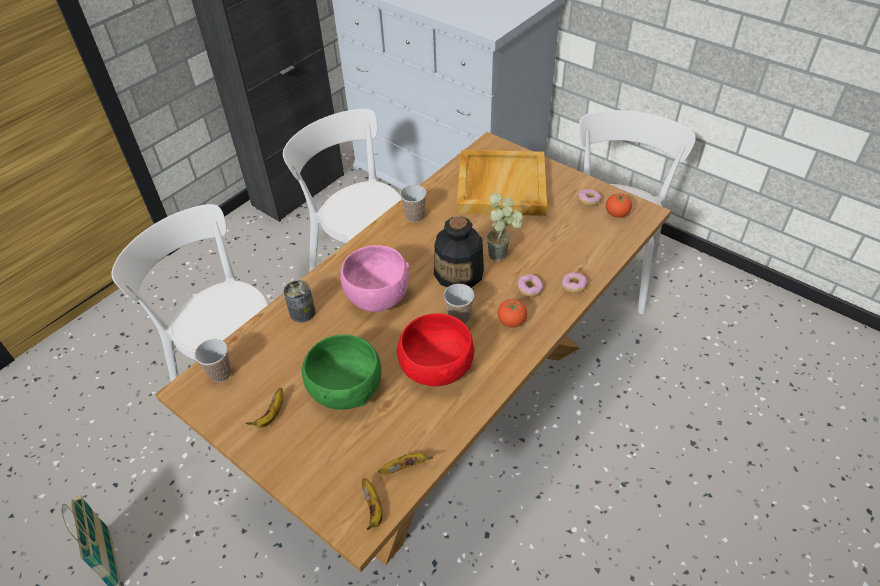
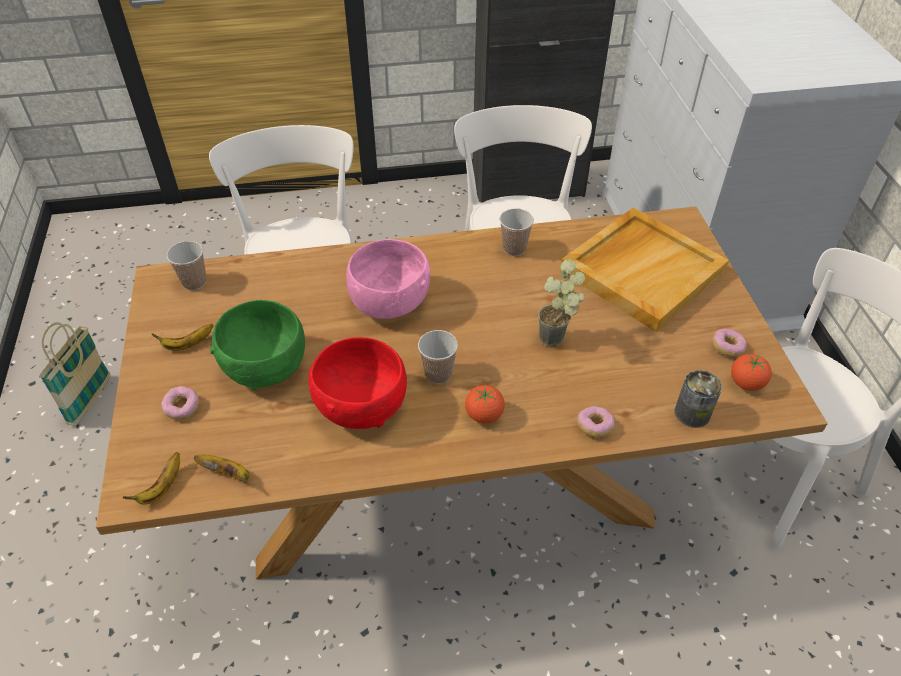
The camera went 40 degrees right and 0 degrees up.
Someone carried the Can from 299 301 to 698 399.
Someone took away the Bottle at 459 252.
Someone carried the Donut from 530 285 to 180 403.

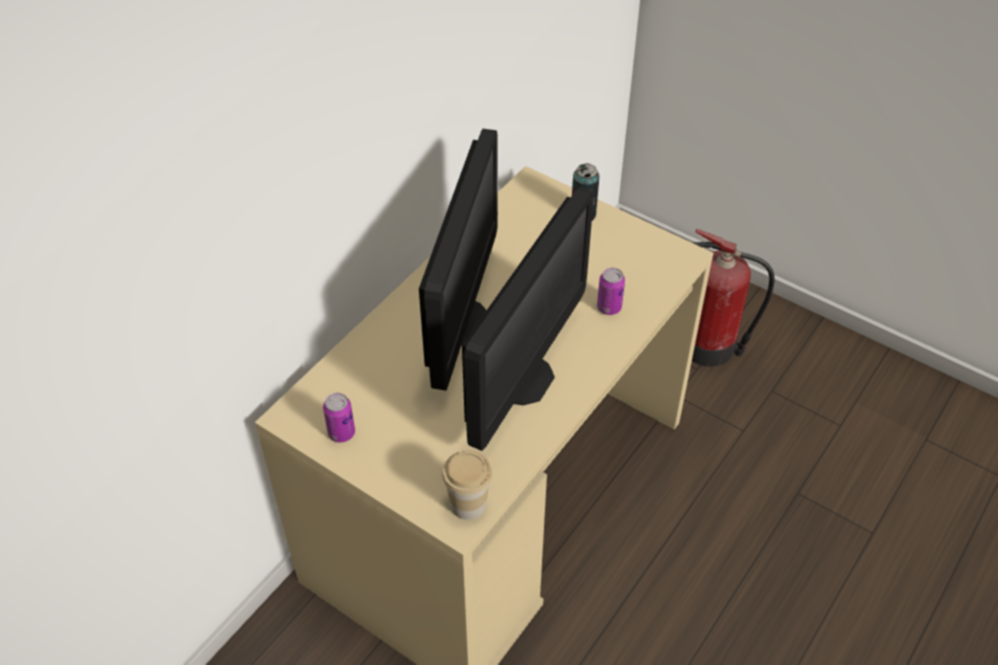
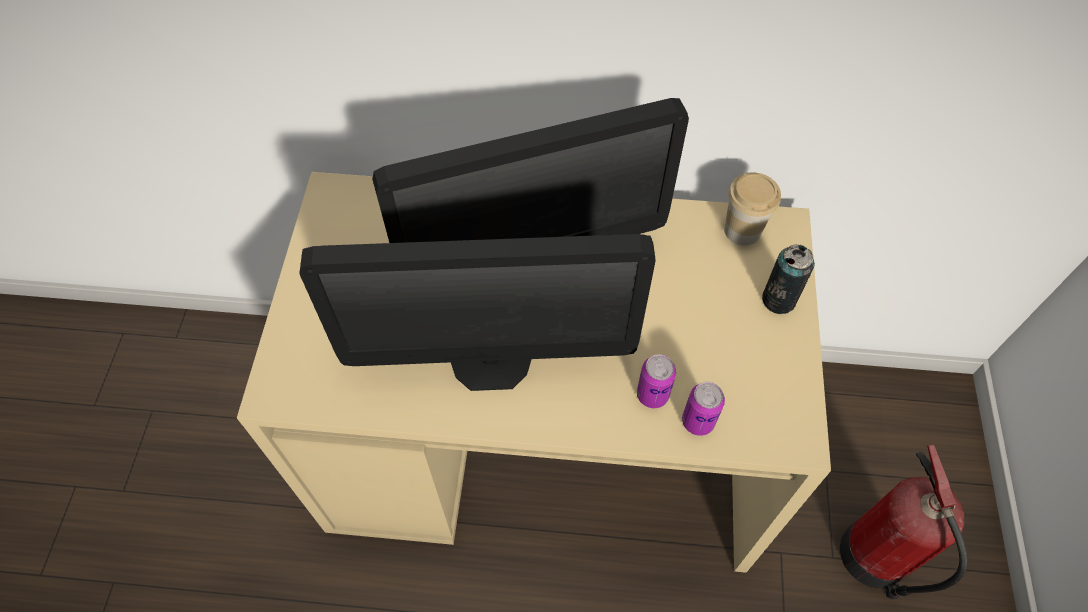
The camera went 60 degrees right and 10 degrees up.
Someone carried the Can from 339 417 to 703 409.
Someone carried the Cup from 467 485 to 752 209.

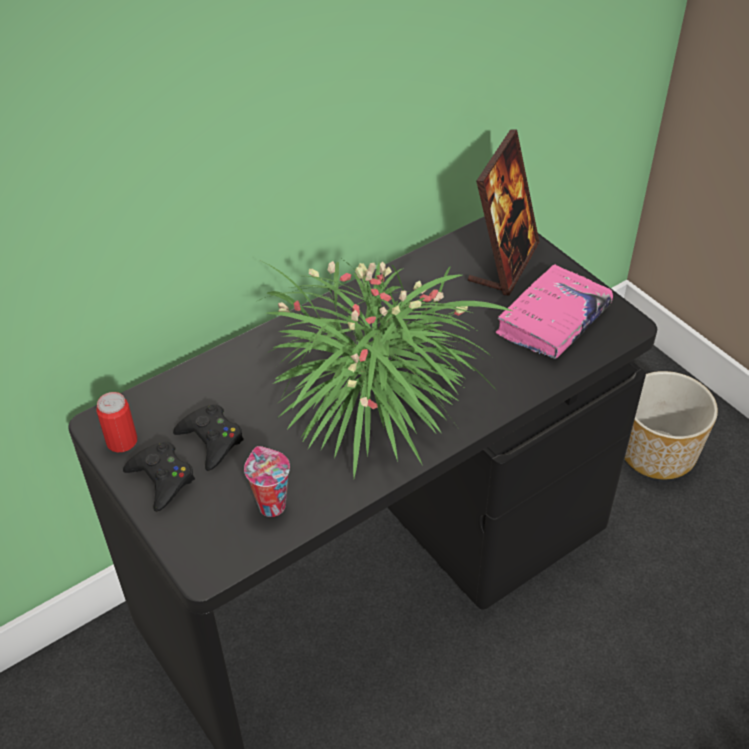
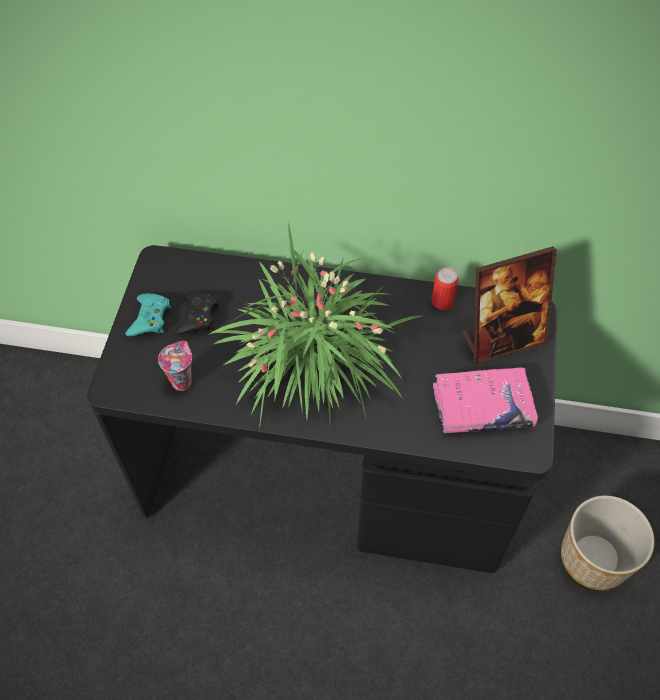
The camera went 45 degrees right and 10 degrees up.
Someone carried the Can from 116 422 to 445 288.
Someone repainted the BlackGameController at 159 477, which became the TurquoiseGameController at 148 314.

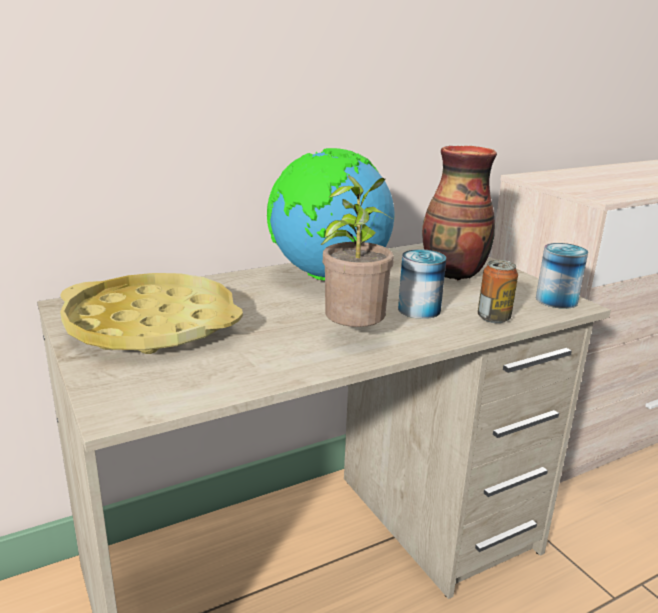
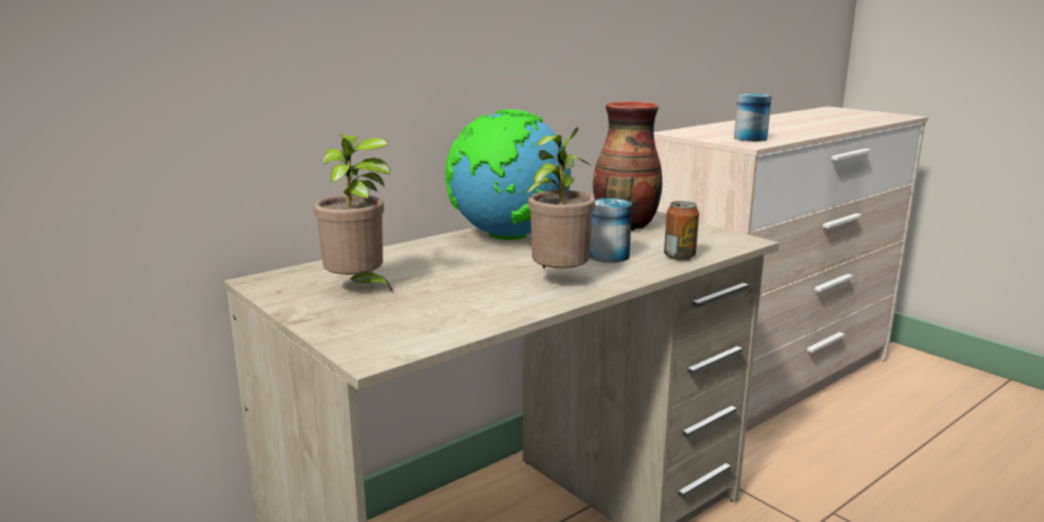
The camera went 10 degrees left and 5 degrees down.
Someone swapped the YellowTray at 151 313 for the PottedPlant at 354 214.
Someone carried the Can from 562 276 to 753 117.

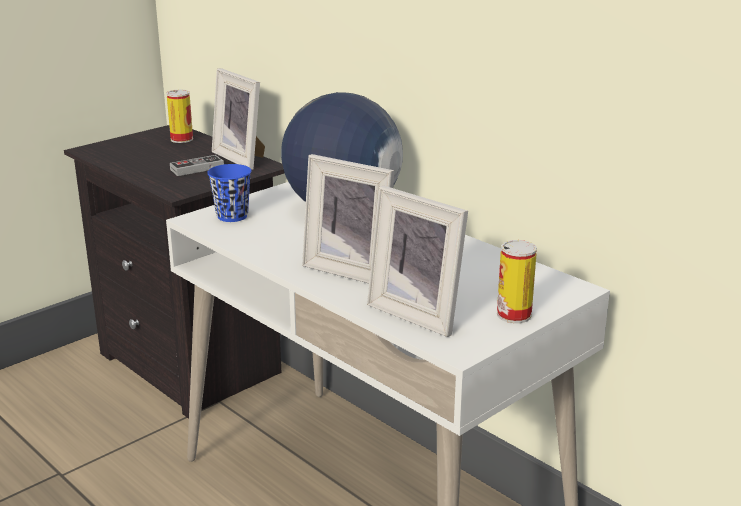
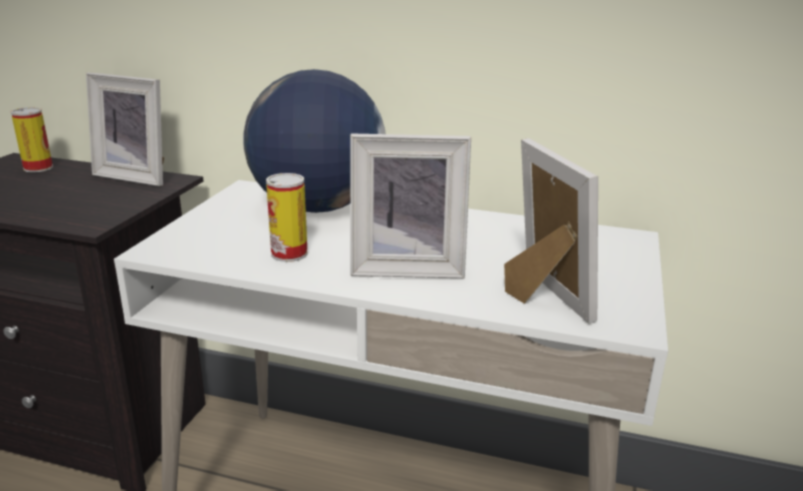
The camera went 30 degrees left and 0 degrees up.
Someone took away the GameController at 197 165.
Someone took away the BlueCup at 229 193.
Someone rotated the PictureFrame at 417 261 by 120 degrees counterclockwise.
Someone carried the Can from 517 281 to 287 217.

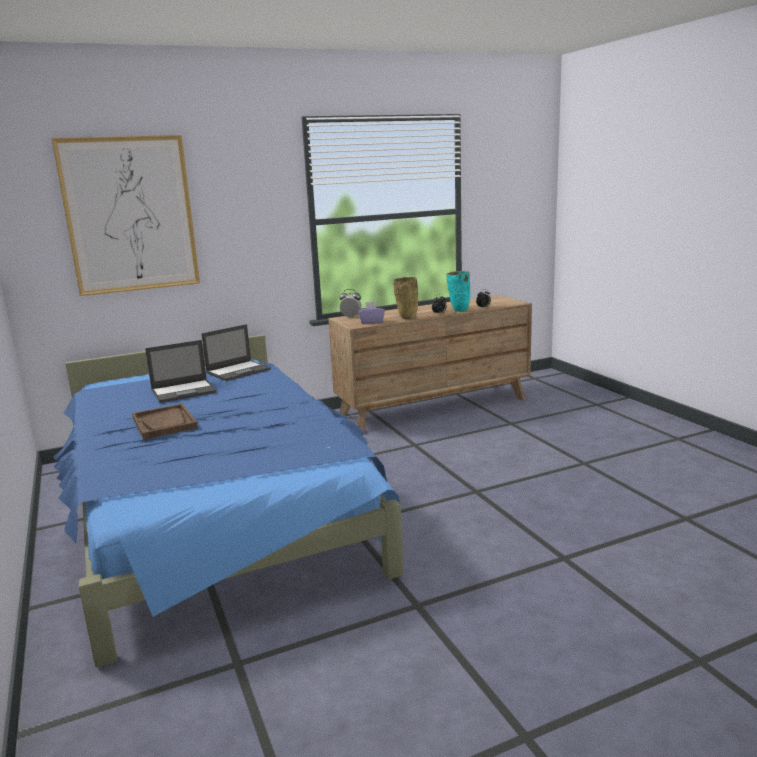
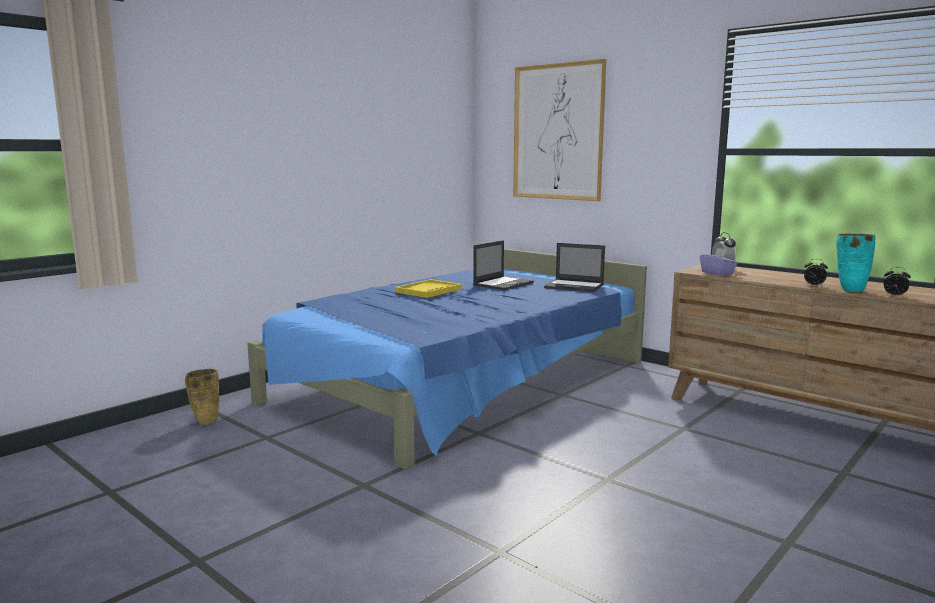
The camera went 65 degrees right and 5 degrees down.
Someone repainted the BrownTray at 165 421, which became the YellowTray at 428 288.
Someone rotated the Laptop at 181 371 by 90 degrees counterclockwise.
Someone carried the BeigeVase from 405 298 to 202 397.

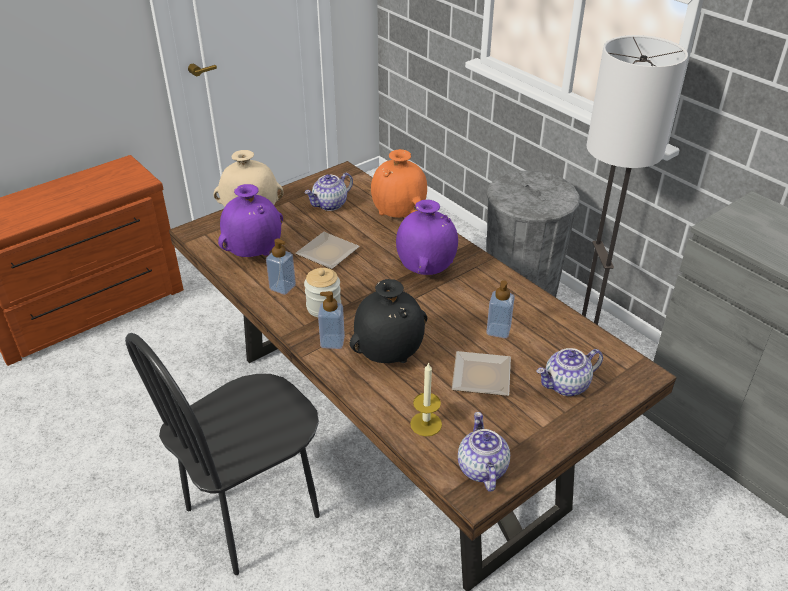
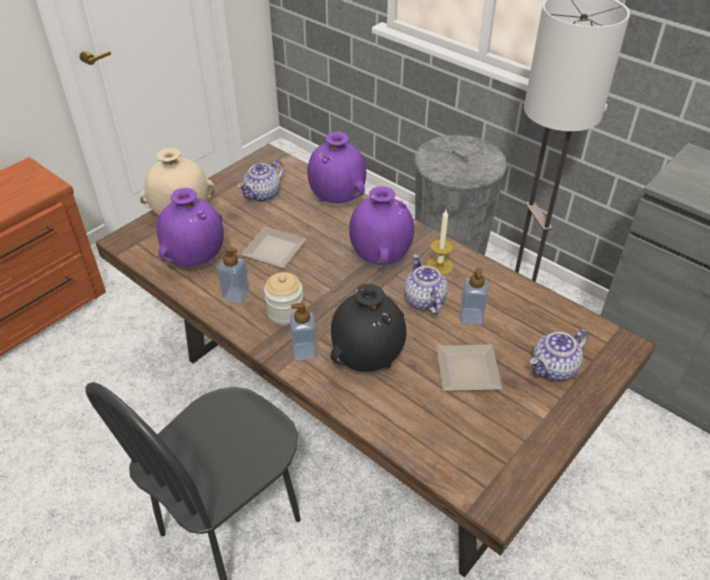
The camera went 10 degrees left and 5 degrees up.
Someone repainted the OrangeVase at 399 183, which became the PurpleVase at 336 167.
Someone carried the Candle from 426 399 to 440 242.
Someone carried the Teapot from 484 452 to 426 284.

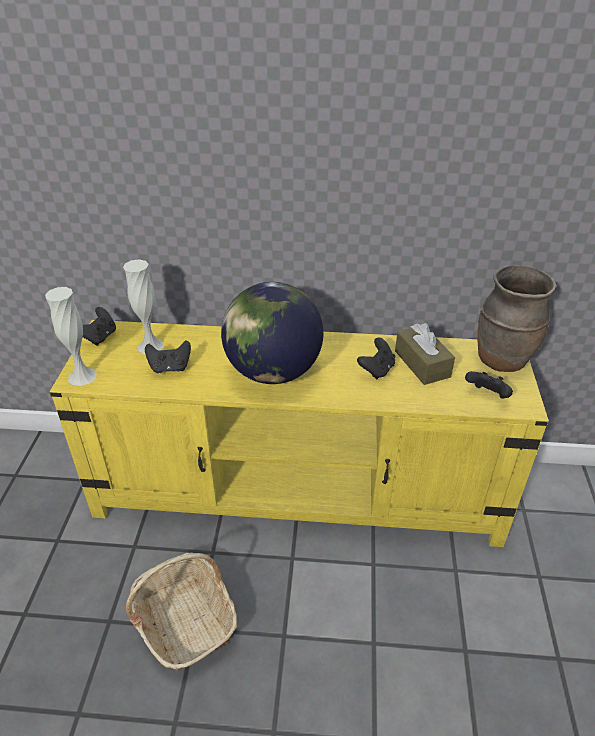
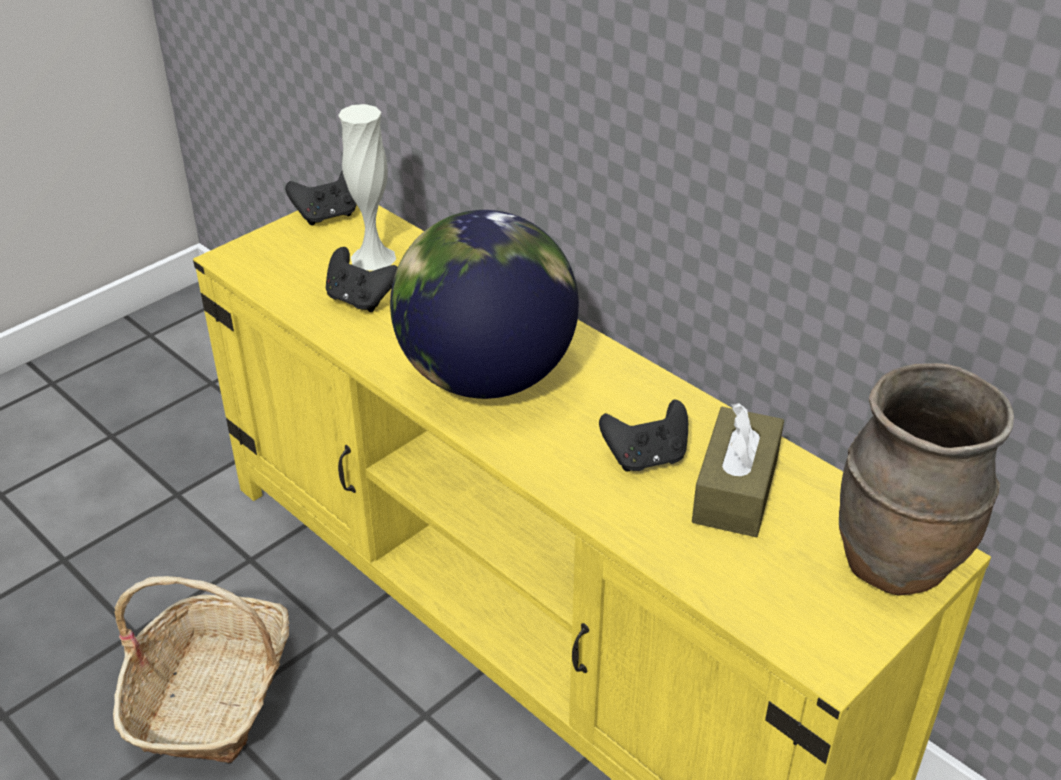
The camera went 40 degrees right and 0 degrees up.
Someone took away the WhiteVase at 71 336.
Someone took away the BlackGameController at 489 385.

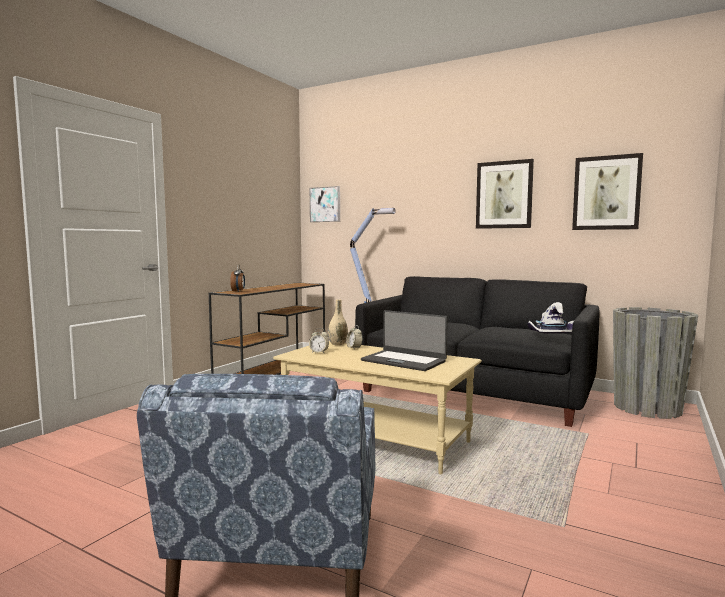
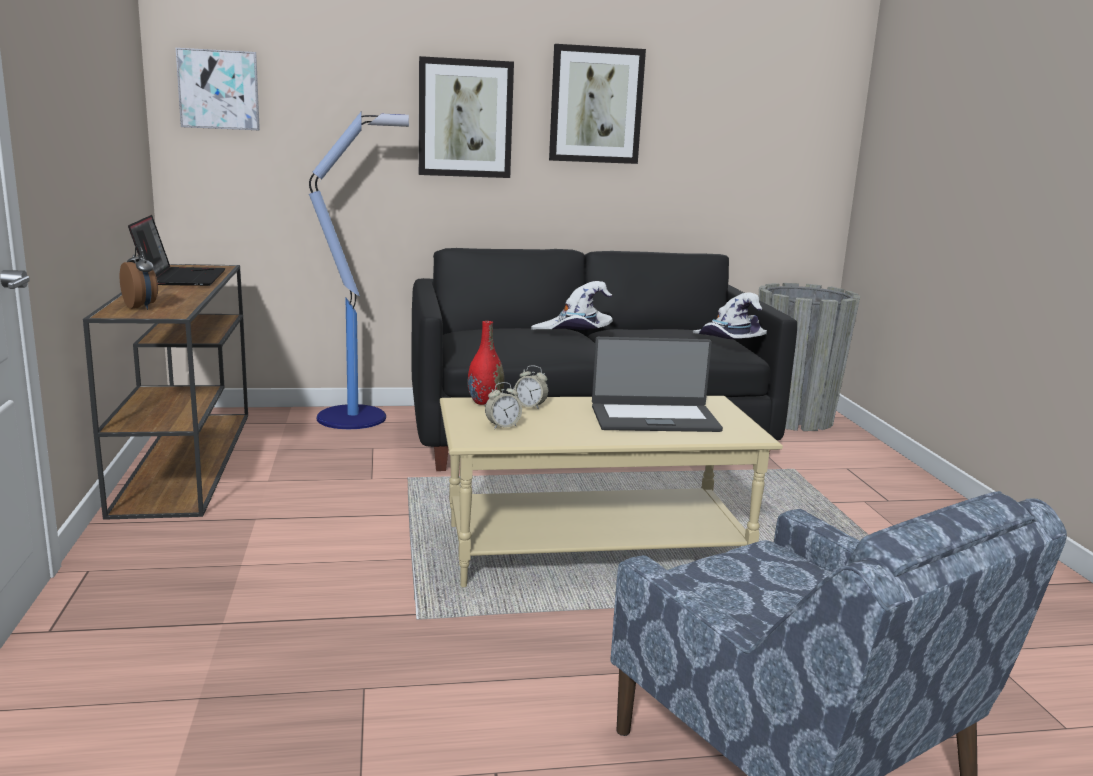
The camera went 40 degrees left and 10 degrees up.
Someone repainted the BeigeVase at 338 322, which became the RedVase at 486 363.
Someone carried the Picture from 607 191 to 466 117.
Someone put down the Laptop at 177 250.
Someone put down the WhiteHat at 572 305.

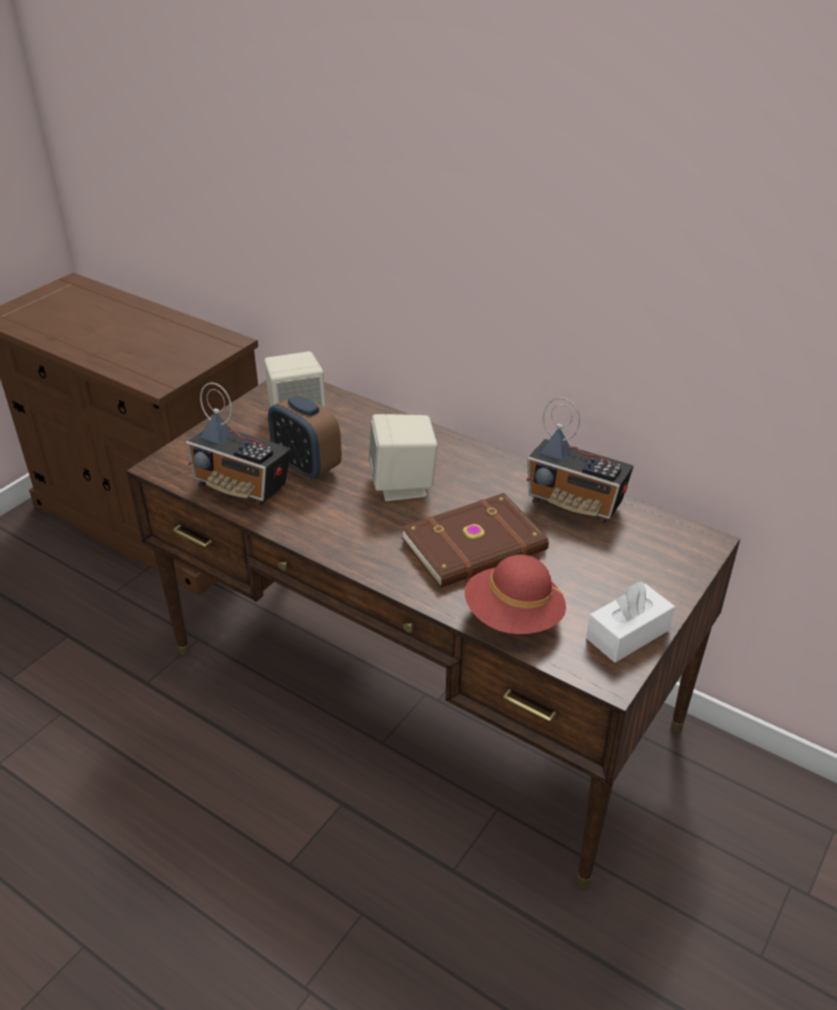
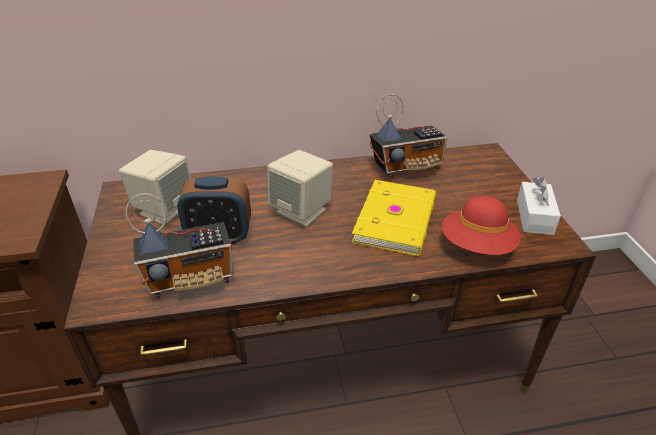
The camera went 45 degrees left and 0 degrees up.
Someone repainted the BrownBook at 475 540, which became the YellowBook at 394 218.

